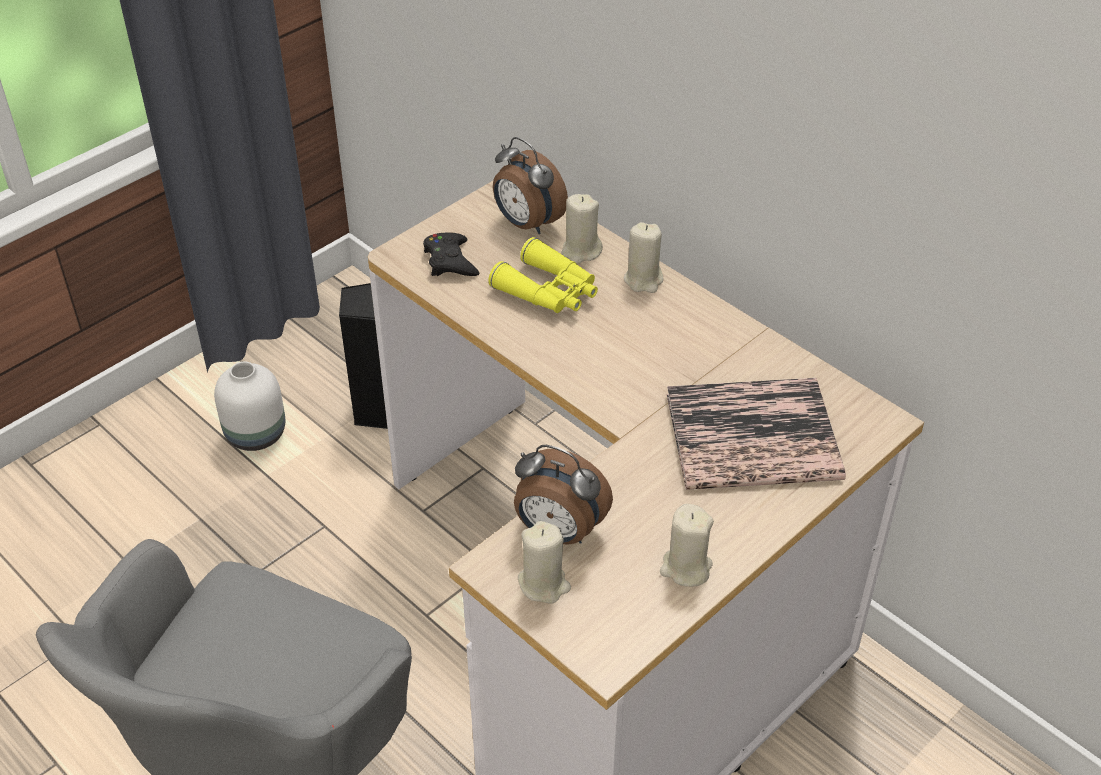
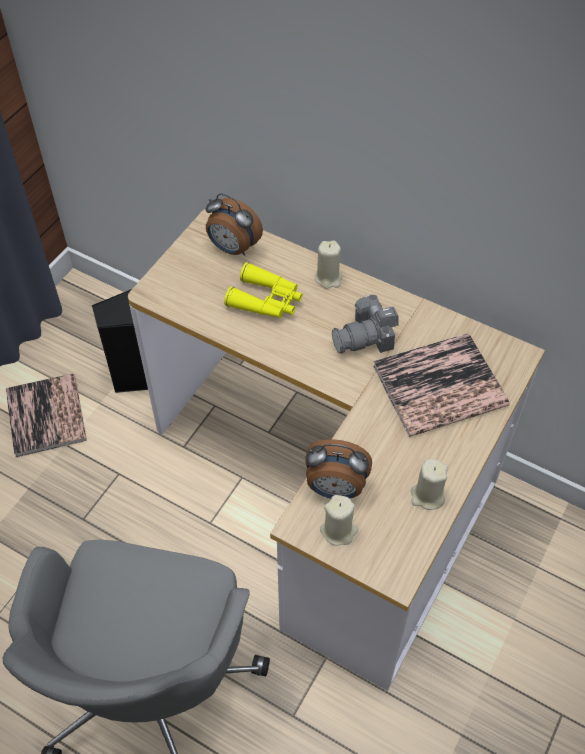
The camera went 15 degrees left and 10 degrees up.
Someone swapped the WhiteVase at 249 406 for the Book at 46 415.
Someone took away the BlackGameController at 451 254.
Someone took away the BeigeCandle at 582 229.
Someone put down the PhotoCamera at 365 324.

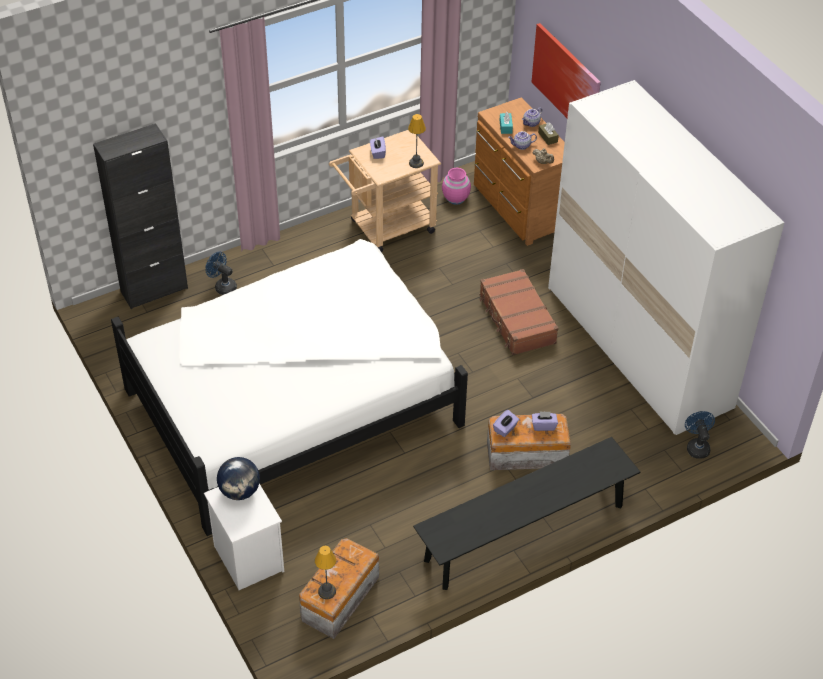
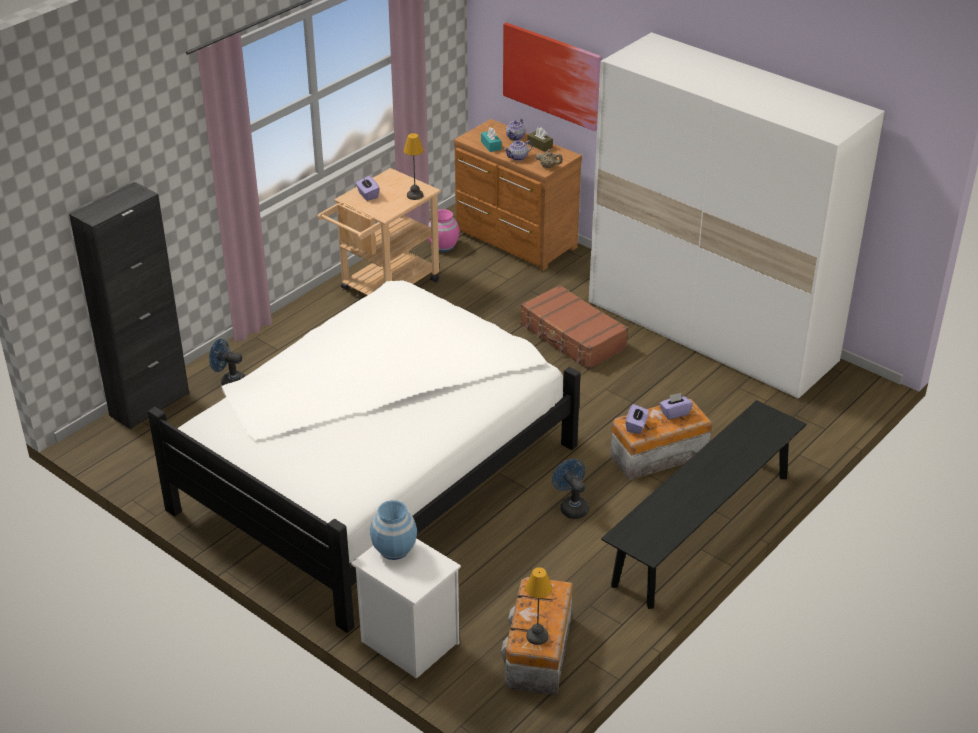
The camera went 20 degrees left and 10 degrees down.
Someone swapped the Globe at 238 478 for the BlueVase at 393 530.
Someone carried the BlueFan from 700 435 to 570 489.

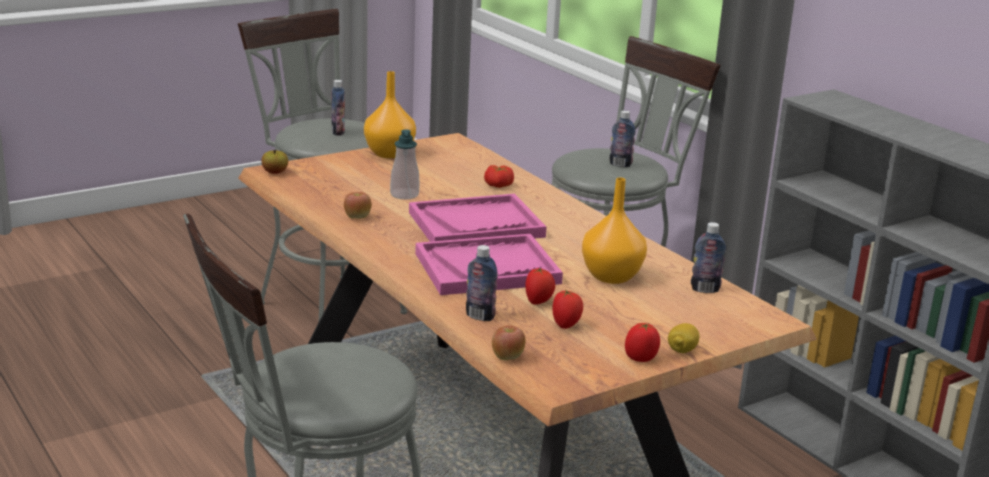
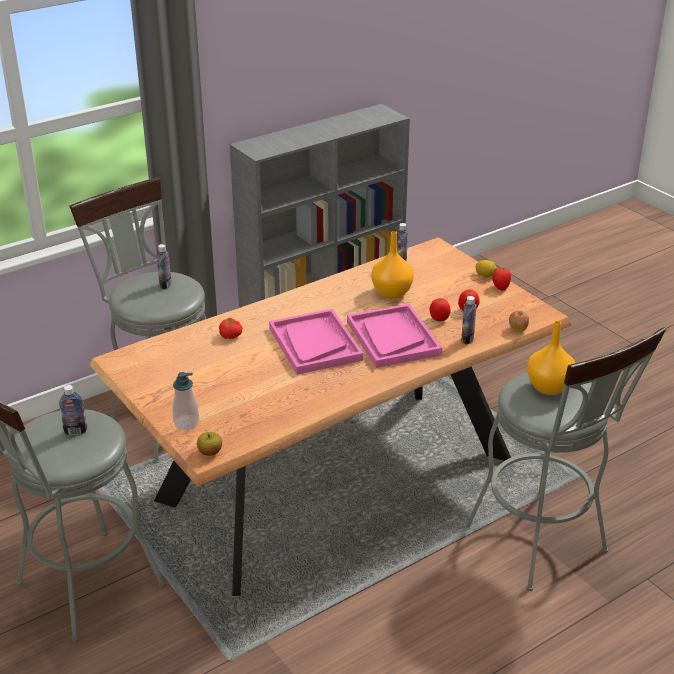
The camera went 90 degrees left and 10 degrees up.
Someone took away the Apple at 357 205.
Someone carried the OrangeVase from 390 114 to 551 358.
Someone carried the SoapDispenser from 404 165 to 186 401.

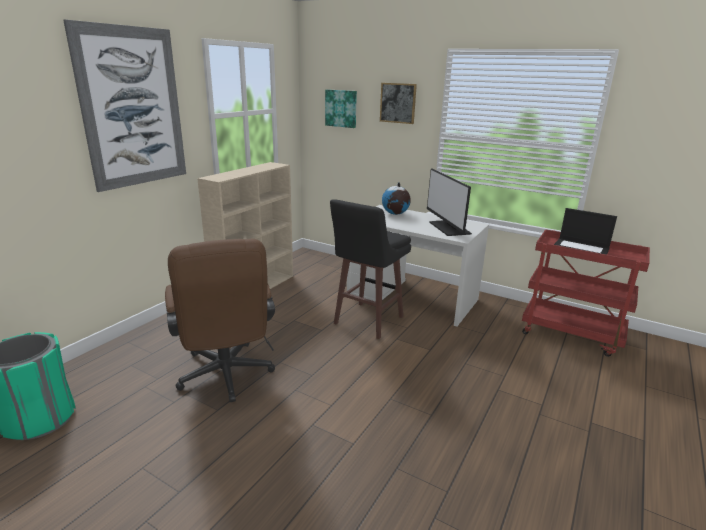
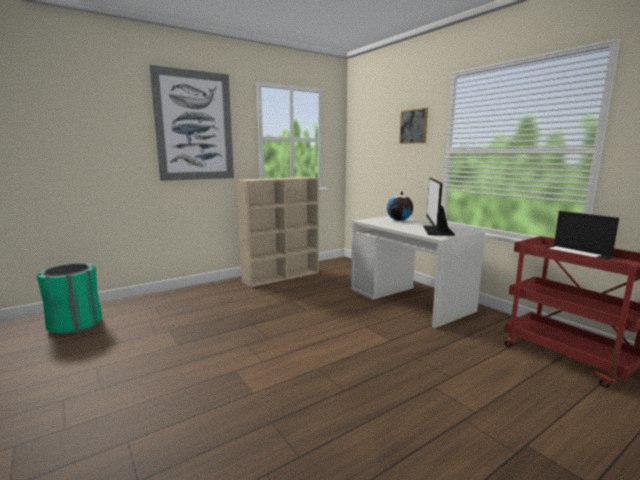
The camera went 25 degrees right and 10 degrees down.
Someone took away the BrownOfficeChair at 220 320.
Someone took away the Picture at 341 108.
Someone took away the BlackStool at 370 269.

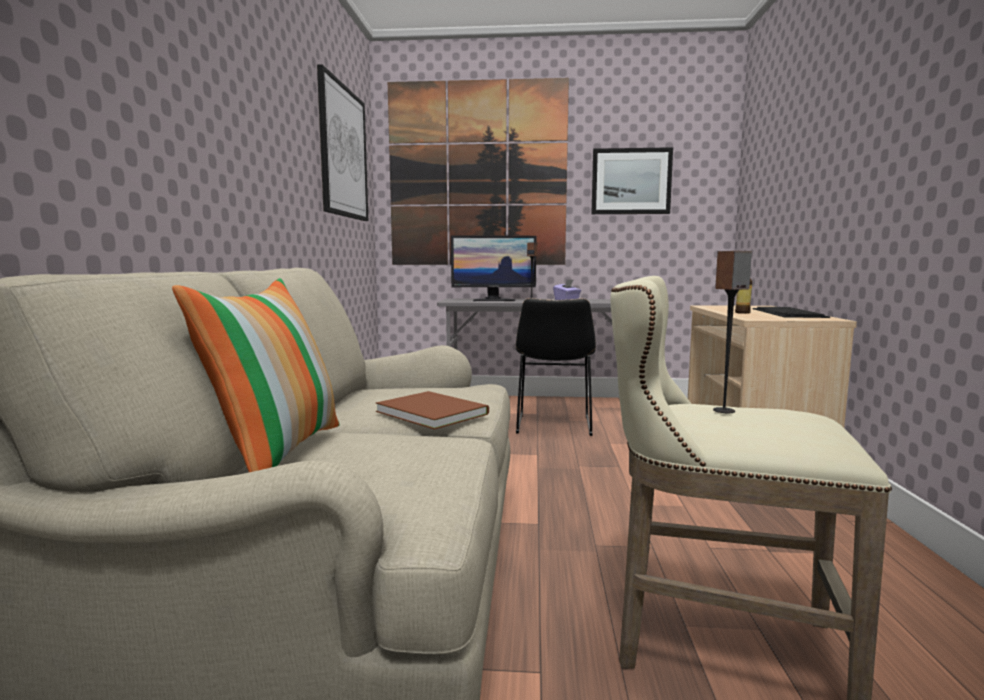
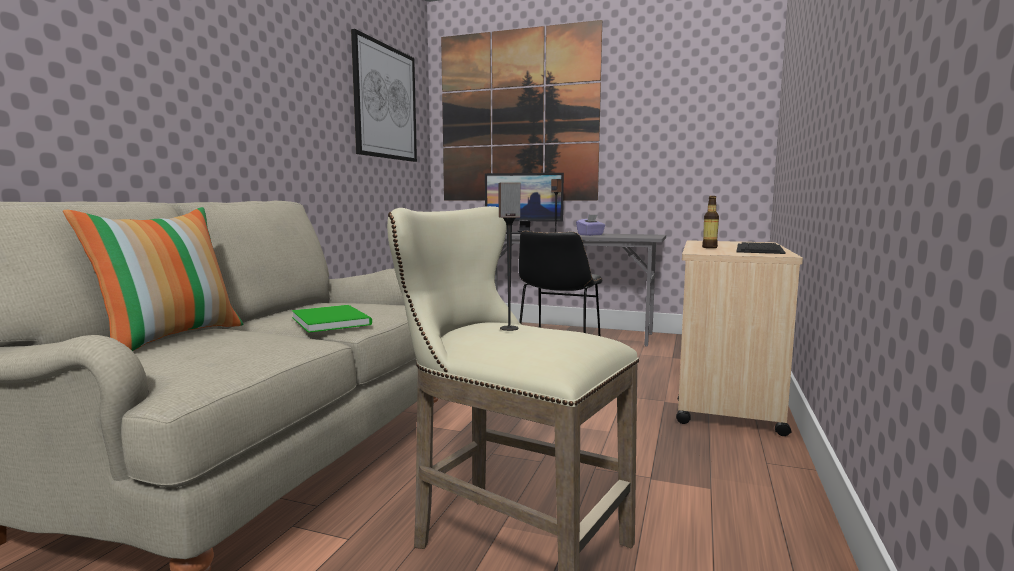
The camera went 15 degrees right and 0 degrees up.
Someone repainted the BrownBook at 432 410, which became the GreenBook at 332 319.
Someone took away the Picture at 632 180.

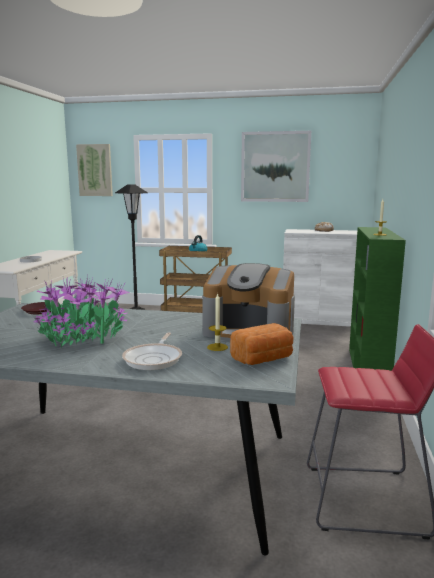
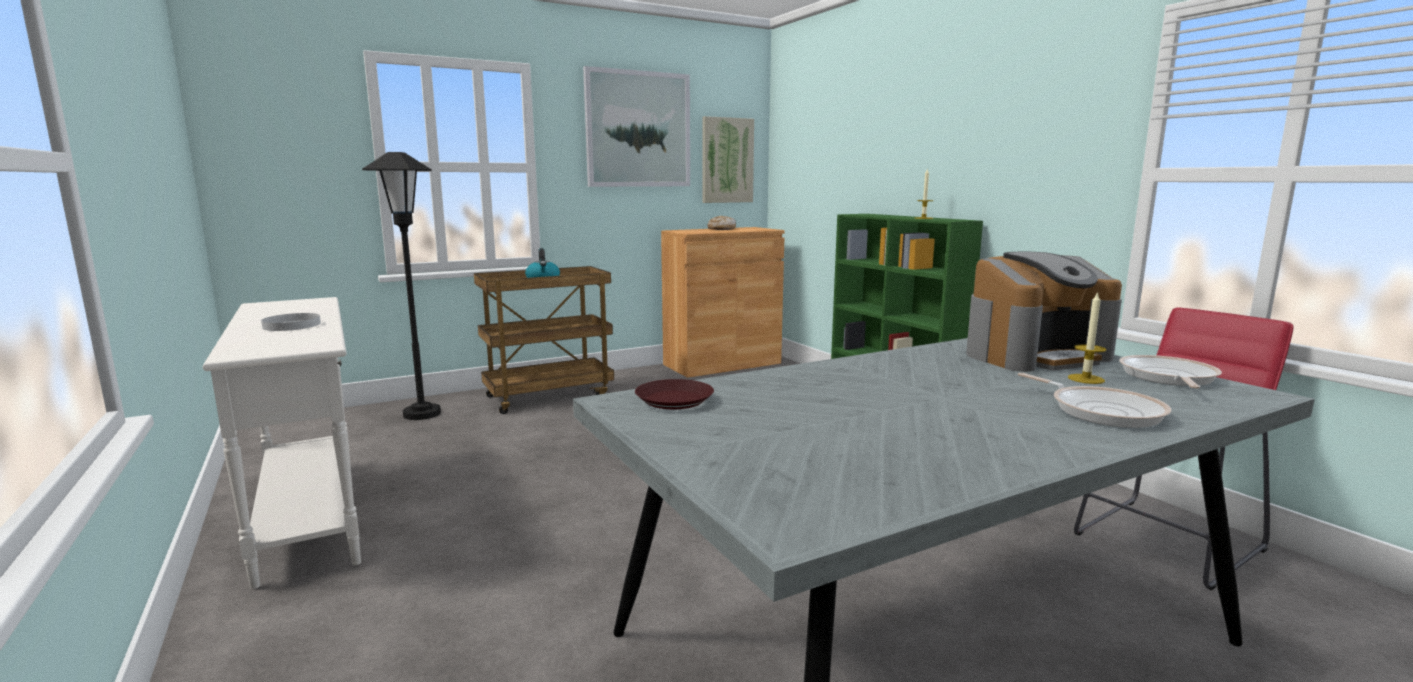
The camera went 40 degrees left and 0 degrees up.
Someone took away the PottedPlant at 81 311.
Someone carried the Picture from 94 170 to 728 159.
Someone swapped the Bread at 262 344 for the FryingPan at 1170 371.
Someone repainted the WhiteCabinet at 320 278, which became the BrownCabinet at 723 302.

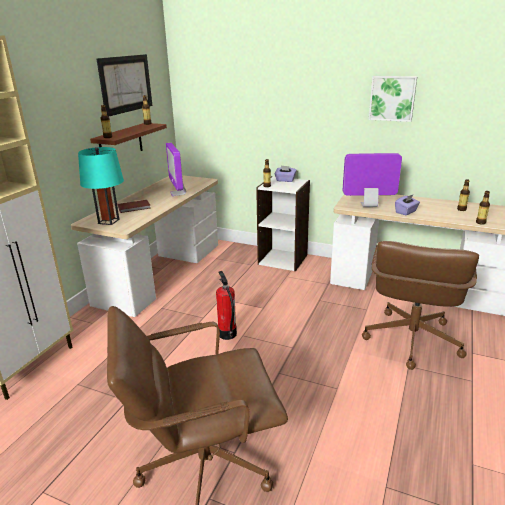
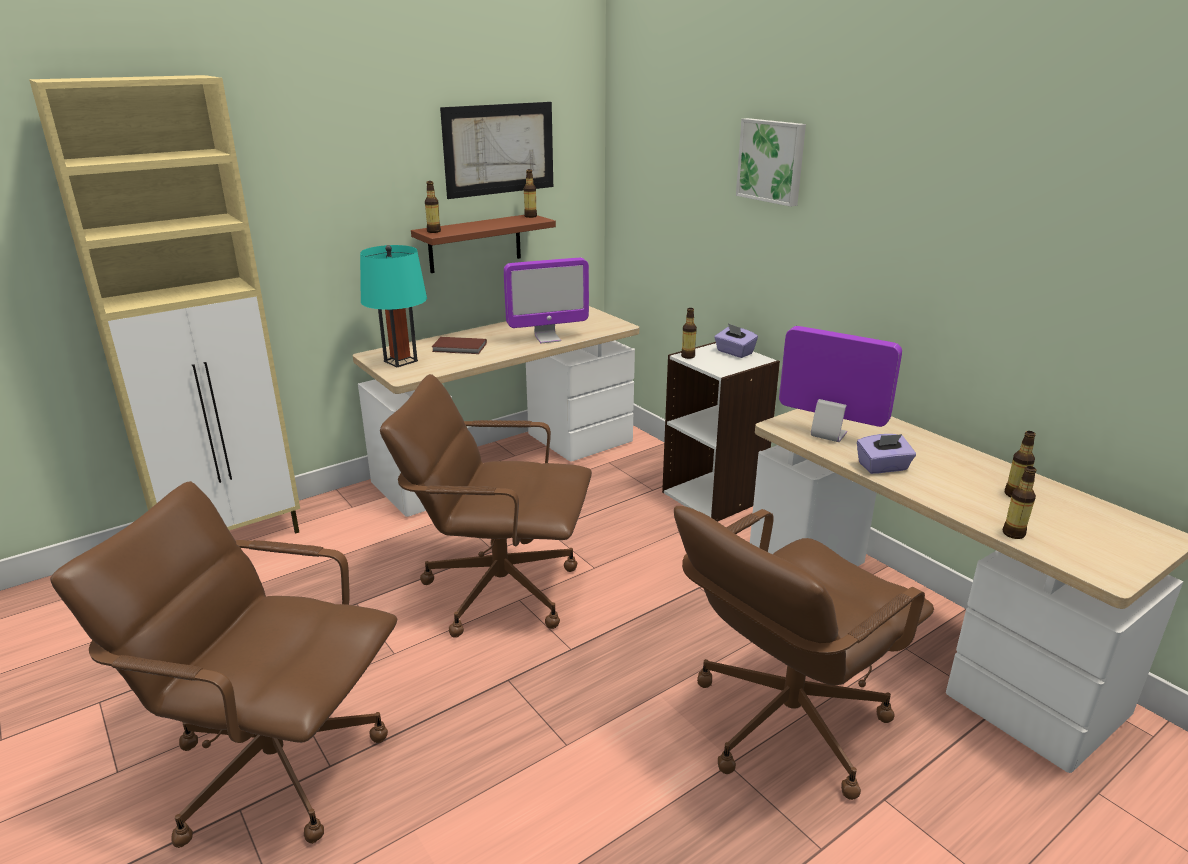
The camera went 30 degrees right and 0 degrees up.
Someone rotated the Monitor at 176 169 by 120 degrees counterclockwise.
Someone swapped the FireExtinguisher at 226 305 for the BrownOfficeChair at 486 506.
Someone carried the Picture from 393 99 to 771 162.

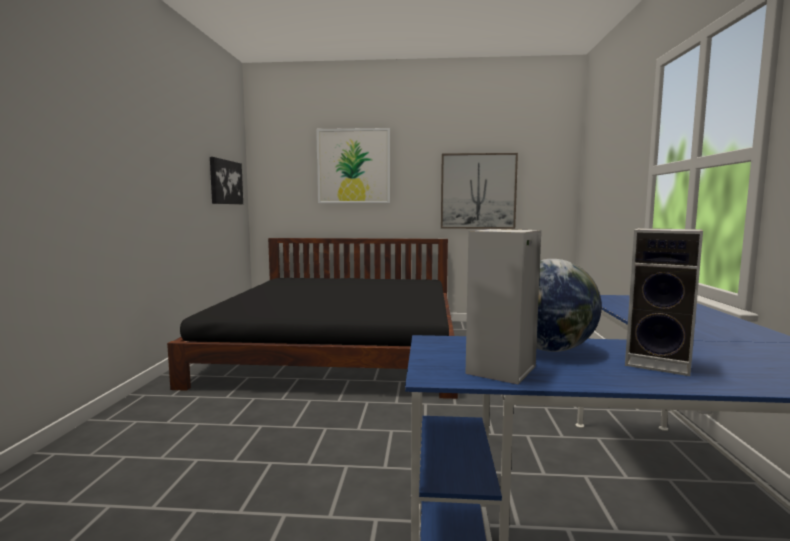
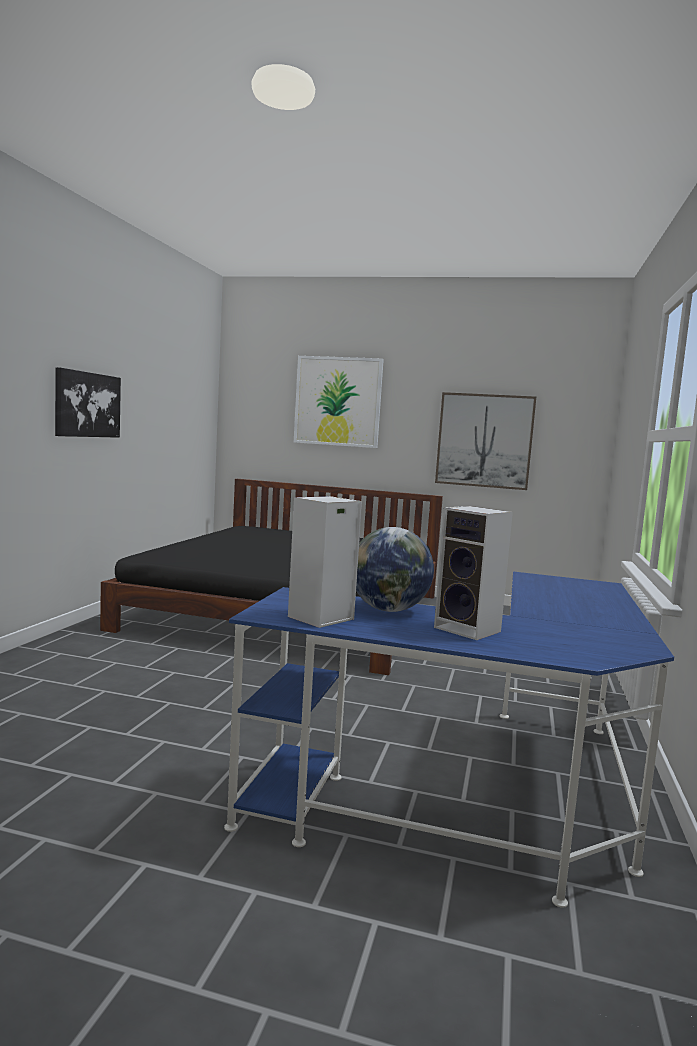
The camera went 10 degrees right and 0 degrees up.
Someone carried the Picture from 226 180 to 88 402.

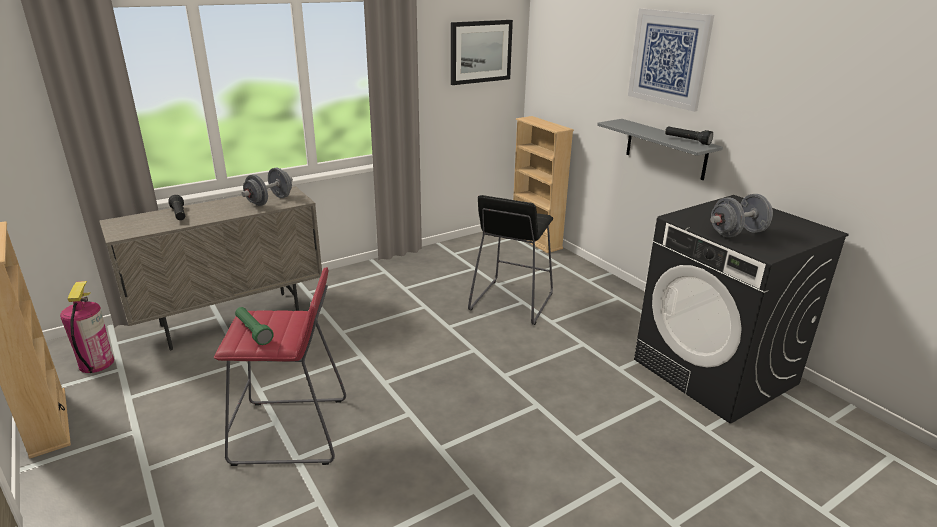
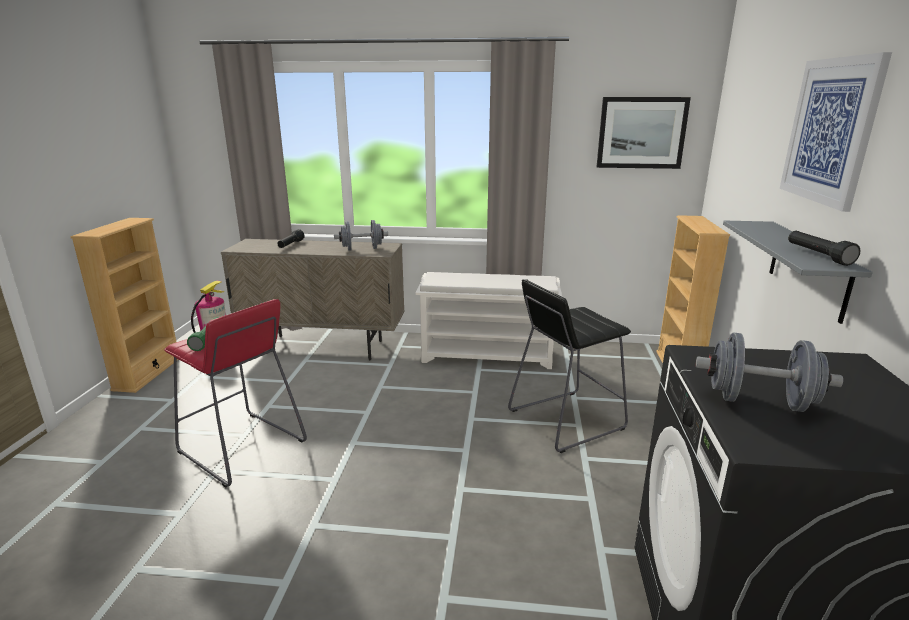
The camera went 40 degrees right and 5 degrees down.
Someone put down the WhiteShoeRack at 488 320.

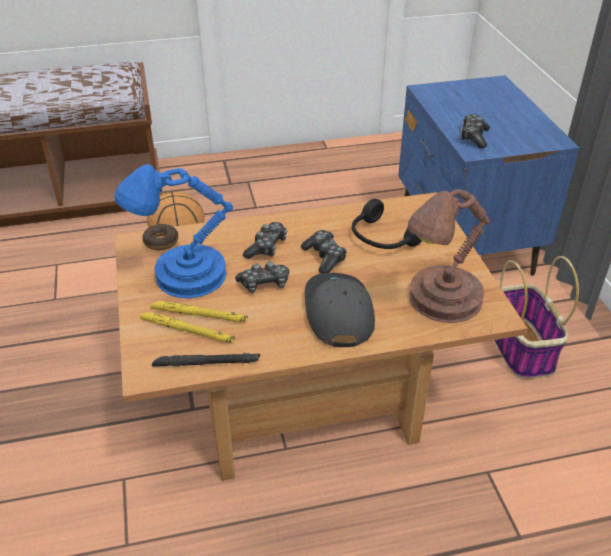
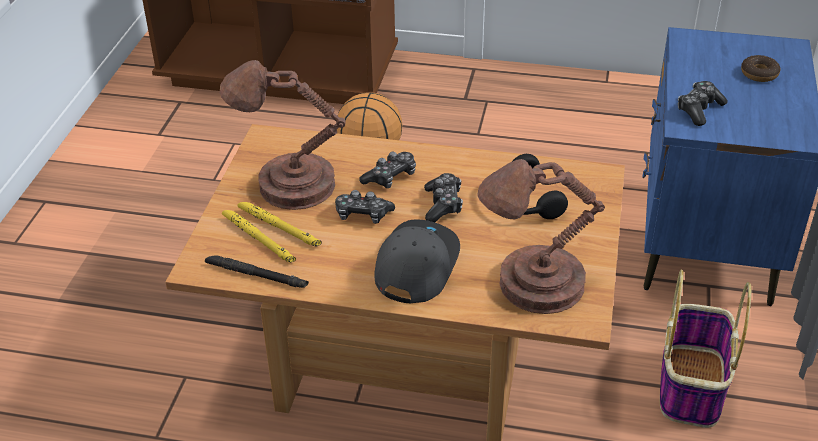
The camera went 25 degrees right and 0 degrees up.
Someone repainted the BlueTableLamp at 174 231, which became the BrownTableLamp at 283 135.
Someone carried the Donut from 160 237 to 761 68.

